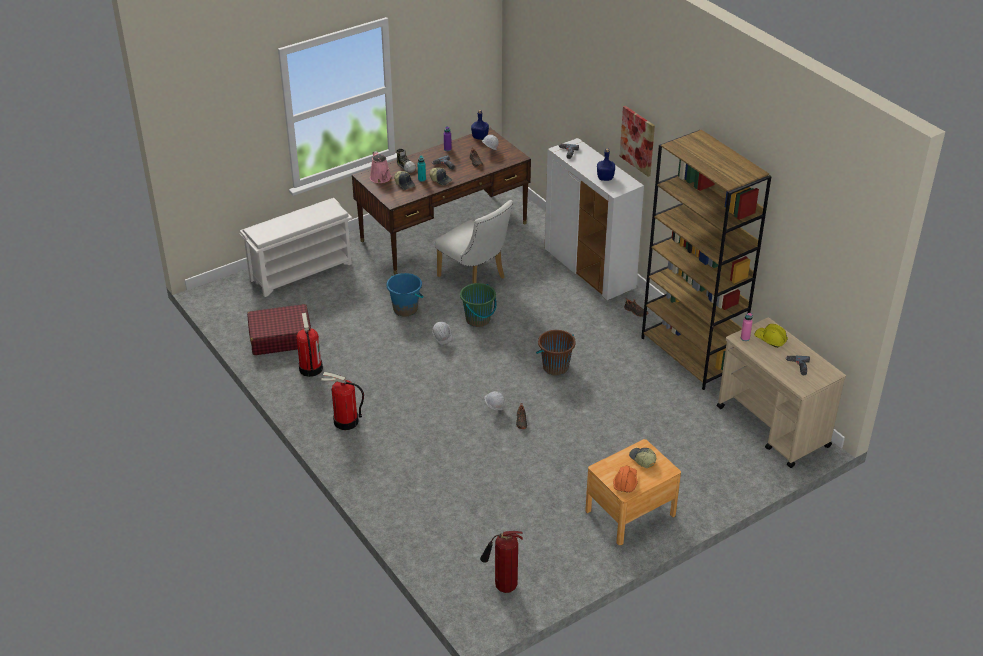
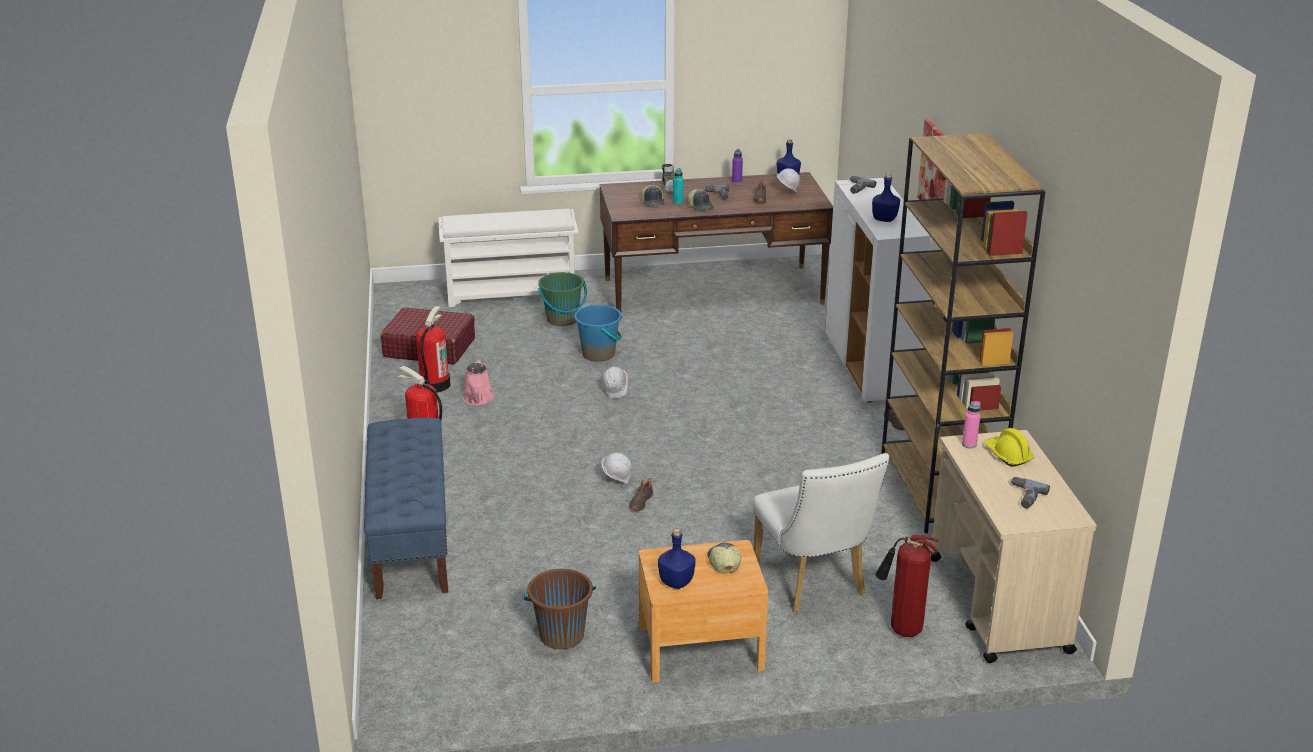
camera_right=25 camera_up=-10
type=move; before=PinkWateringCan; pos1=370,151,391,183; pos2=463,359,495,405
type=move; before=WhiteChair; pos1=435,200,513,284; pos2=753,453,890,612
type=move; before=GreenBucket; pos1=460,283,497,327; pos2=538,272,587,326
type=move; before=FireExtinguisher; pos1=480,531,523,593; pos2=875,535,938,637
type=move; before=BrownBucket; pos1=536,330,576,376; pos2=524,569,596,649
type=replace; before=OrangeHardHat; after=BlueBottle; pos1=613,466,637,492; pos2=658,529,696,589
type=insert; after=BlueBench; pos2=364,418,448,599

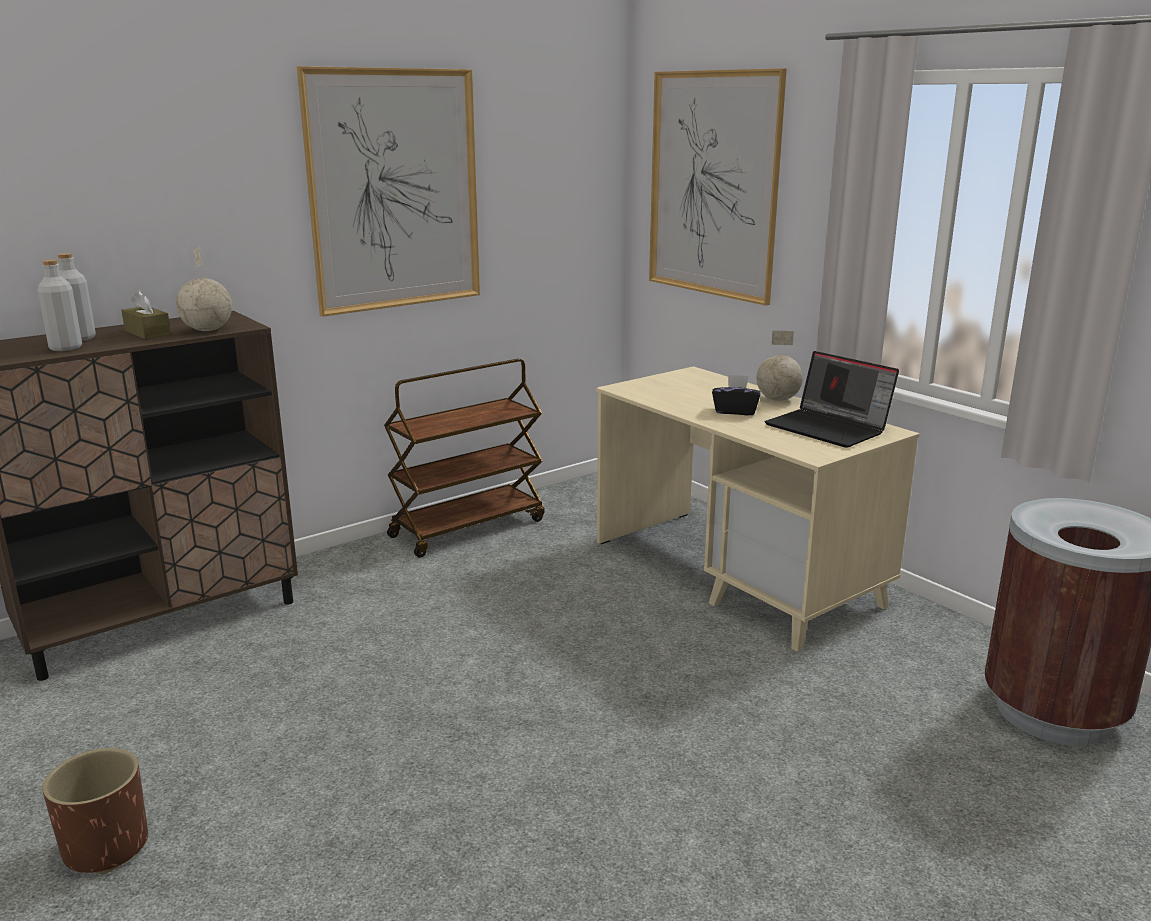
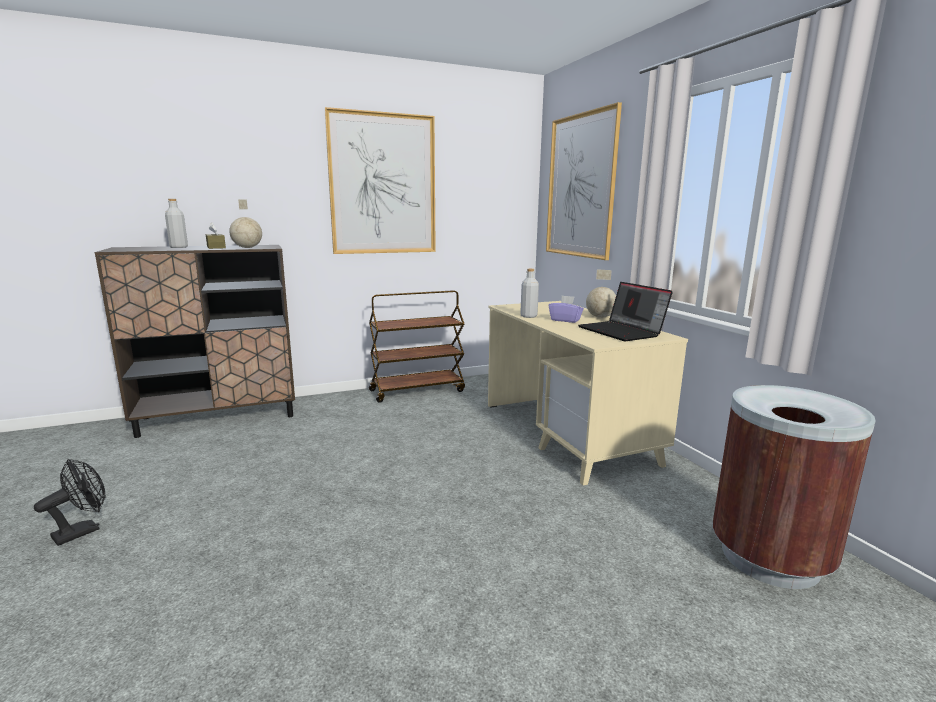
camera_right=15 camera_up=-5
type=move; before=GreyBottle; pos1=38,260,82,351; pos2=520,269,539,318
type=replace; before=BrownPlanter; after=BlackFan; pos1=42,748,148,874; pos2=34,459,106,546
type=recolor; before=BlackTissueBox; after=PurpleTissueBox; pos1=712,374,761,415; pos2=549,296,584,323

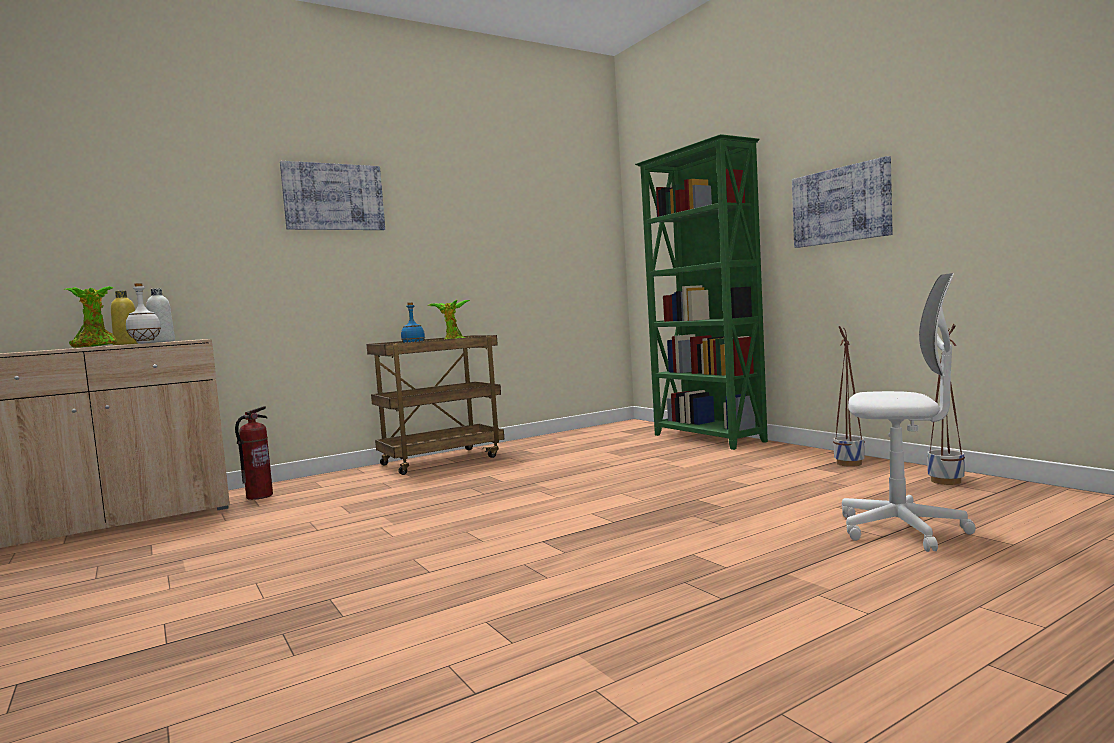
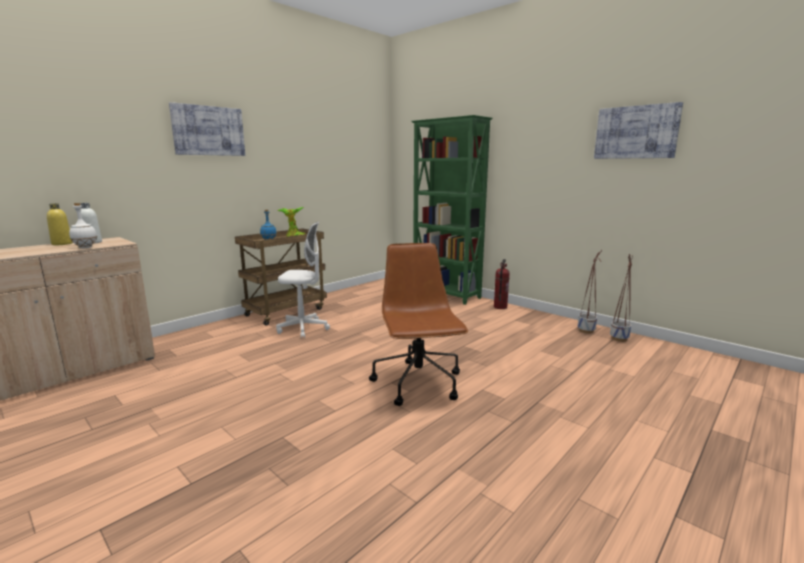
camera_right=-15 camera_up=10
type=delete; before=PottedPlant; pos1=65,286,117,348
type=move; before=FireExtinguisher; pos1=235,406,273,500; pos2=494,259,510,309
type=move; before=Picture; pos1=792,156,892,248; pos2=594,102,683,159
type=move; before=Planter; pos1=833,326,865,467; pos2=610,254,633,342
type=move; before=WhiteOfficeChair; pos1=842,273,976,552; pos2=276,222,330,338
type=insert; after=BrownOfficeChair; pos2=369,243,468,406

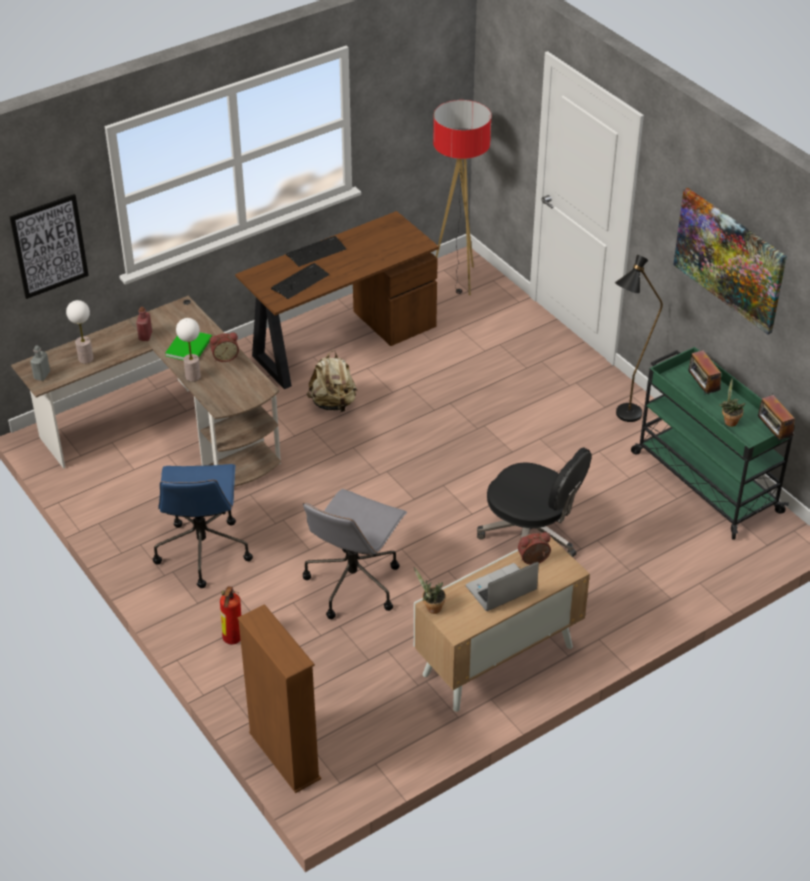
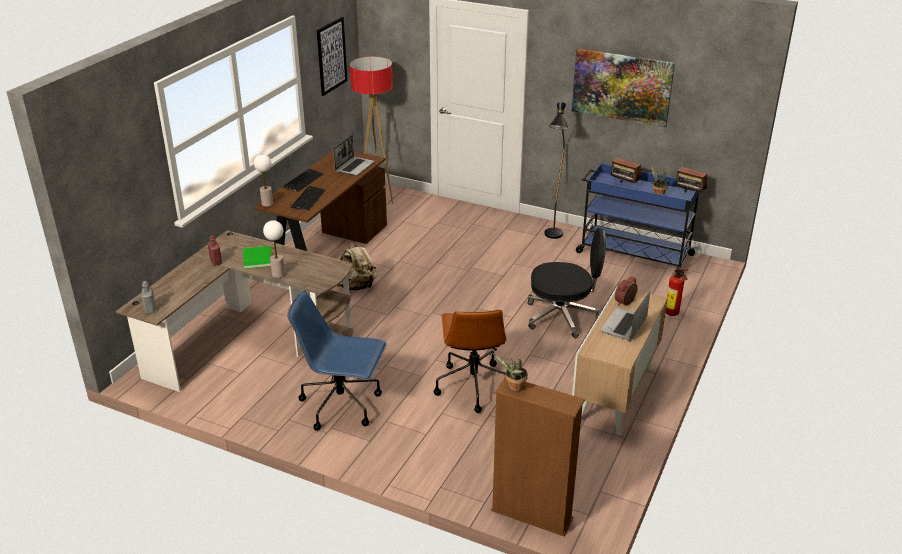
camera_right=-30 camera_up=-10
type=move; before=Picture; pos1=10,194,89,299; pos2=317,17,348,96
type=move; before=TableLamp; pos1=66,300,93,364; pos2=254,154,273,207
type=rotate; before=BlueOfficeChair; pos1=153,464,253,588; pos2=287,290,387,431; turn=135
type=delete; before=AlarmClock; pos1=210,332,239,362
type=move; before=FireExtinguisher; pos1=220,587,241,644; pos2=666,269,688,316
type=recolor; before=GreyOfficeChair; after=BrownOfficeChair; pos1=303,489,407,619; pos2=434,310,507,413
type=move; before=PottedPlant; pos1=414,567,446,614; pos2=492,353,528,392
type=recolor; before=GreenCart; after=BlueCart; pos1=631,347,795,540; pos2=576,163,699,277
type=insert; after=Laptop; pos2=333,135,375,176

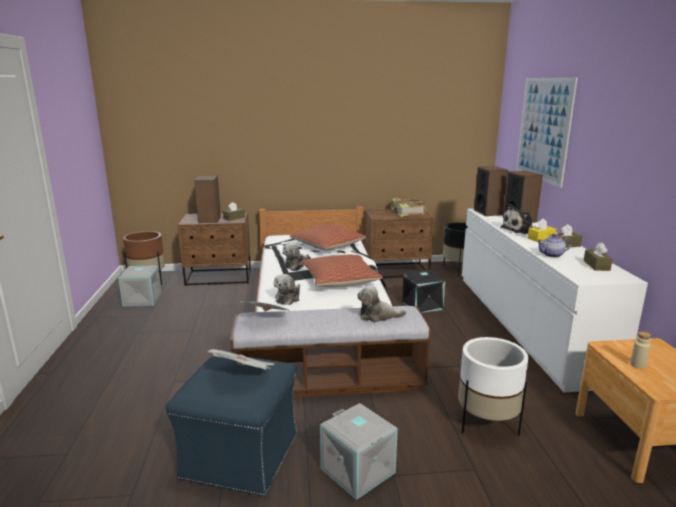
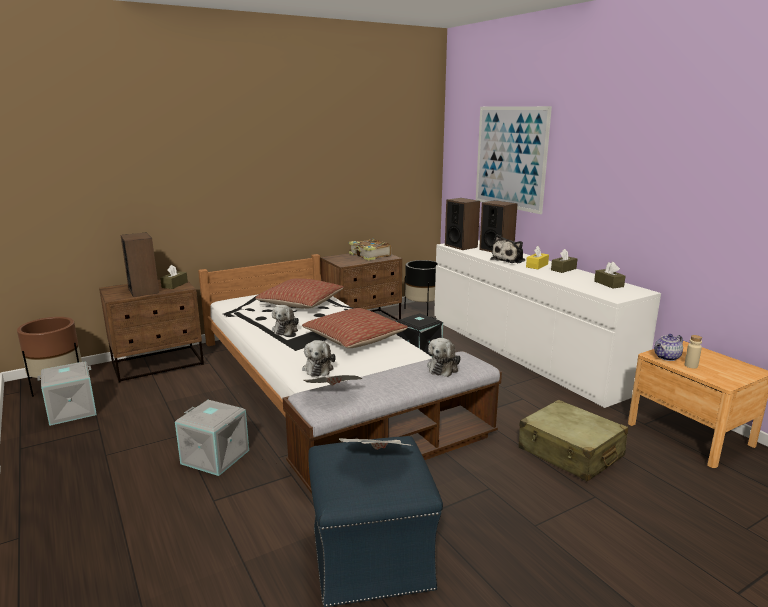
camera_right=-25 camera_up=0
type=move; before=GreyStorageBox; pos1=320,403,398,500; pos2=175,400,249,476
type=rotate; before=PlushToy; pos1=357,285,407,322; pos2=427,338,461,377; turn=-45
type=replace; before=WhitePlanter; after=BeigeSuitcase; pos1=458,337,528,435; pos2=519,400,628,481
type=move; before=Teapot; pos1=536,234,572,258; pos2=654,334,683,361

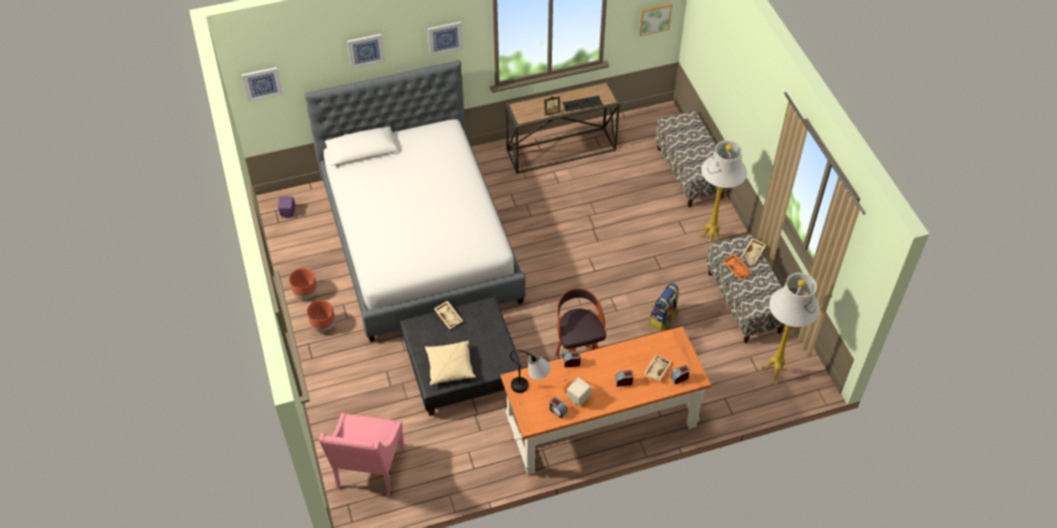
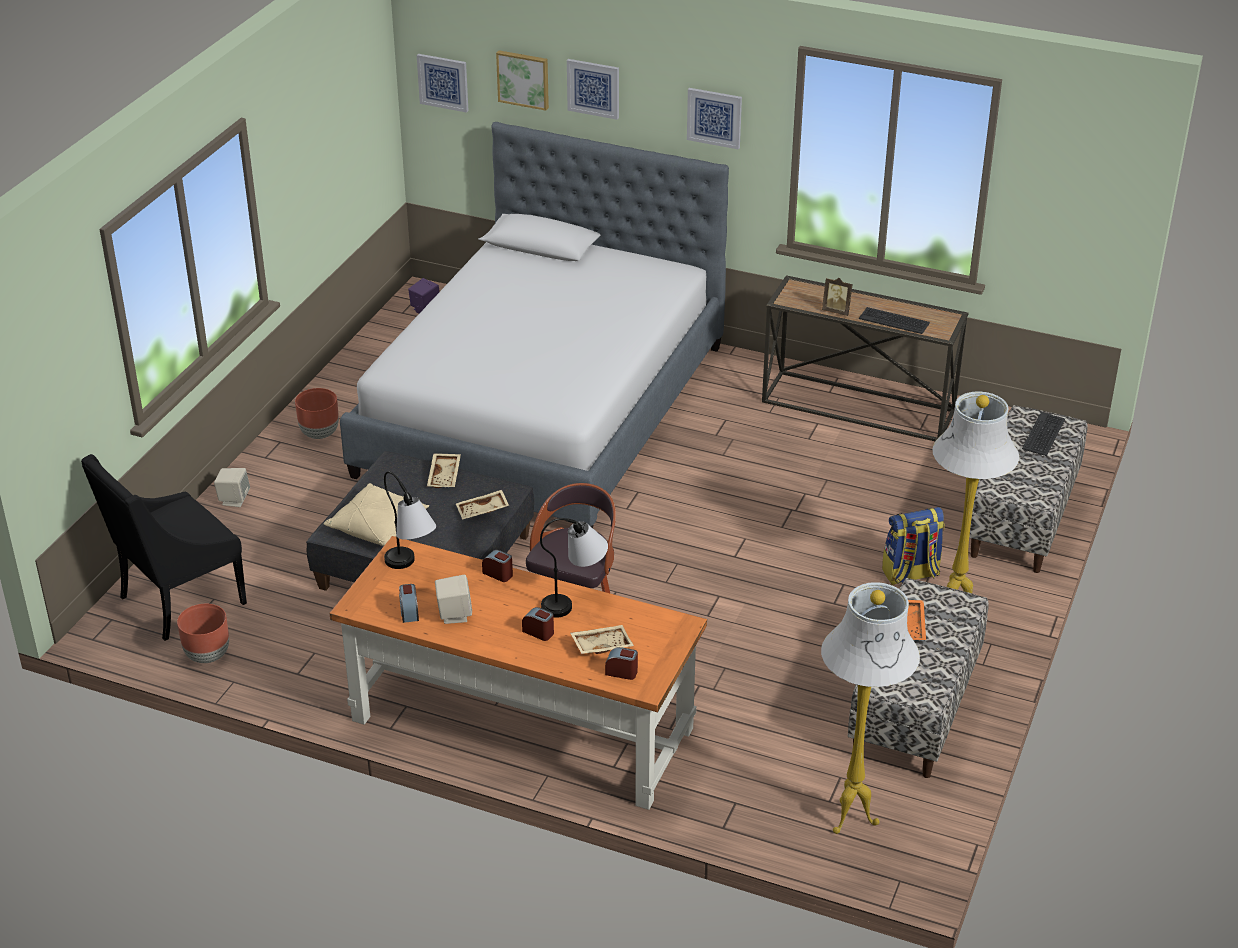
camera_right=40 camera_up=-15
type=move; before=BrownPlanter; pos1=289,268,317,300; pos2=177,604,229,663
type=recolor; before=PinkArmchair; after=BlackArmchair; pos1=319,413,404,497; pos2=81,454,247,641
type=move; before=Picture; pos1=639,3,672,36; pos2=496,50,549,111
type=move; before=Backpack; pos1=649,283,680,332; pos2=882,507,945,585
type=move; before=BeigeTray; pos1=740,238,767,264; pos2=456,490,509,520
type=insert; after=BeigeSpeaker; pos2=214,468,250,507
type=insert; after=TableLamp; pos2=540,518,608,618
type=insert; after=Keyboard; pos2=1022,412,1065,456

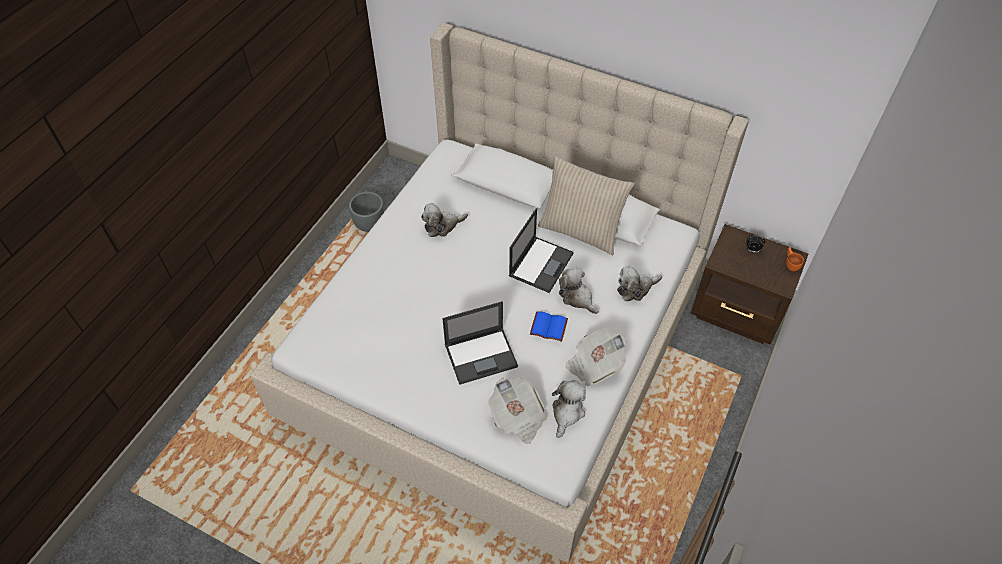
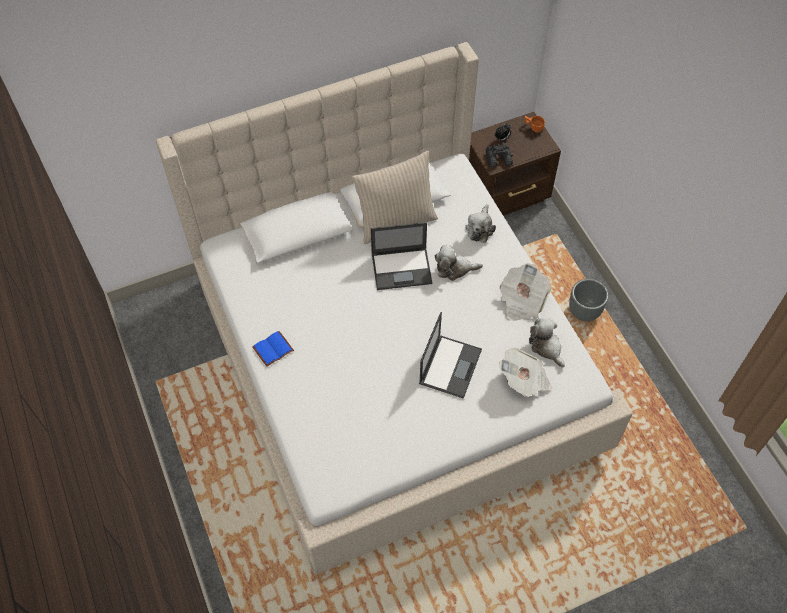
camera_right=-50 camera_up=5
type=move; before=GreyPlanter; pos1=349,192,384,232; pos2=569,279,608,321
type=delete; before=PlushToy; pos1=421,203,468,237
type=rotate; before=Laptop; pos1=509,208,574,293; pos2=371,222,432,290; turn=105
type=move; before=BlueBook; pos1=530,311,568,342; pos2=252,331,294,367
type=insert; after=BlackBinoculars; pos2=486,142,513,168

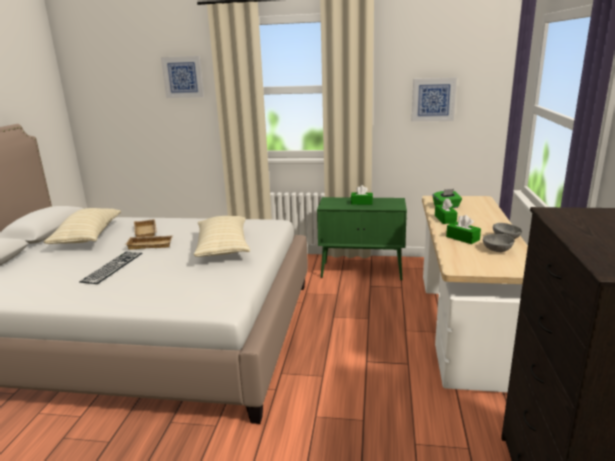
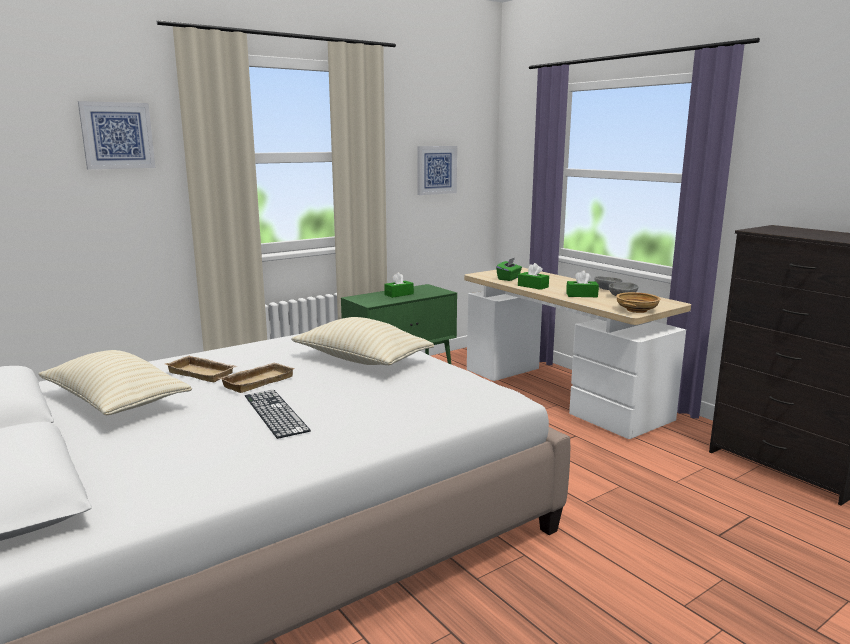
camera_right=-45 camera_up=-5
type=insert; after=BeigeBowl; pos2=616,292,660,313

